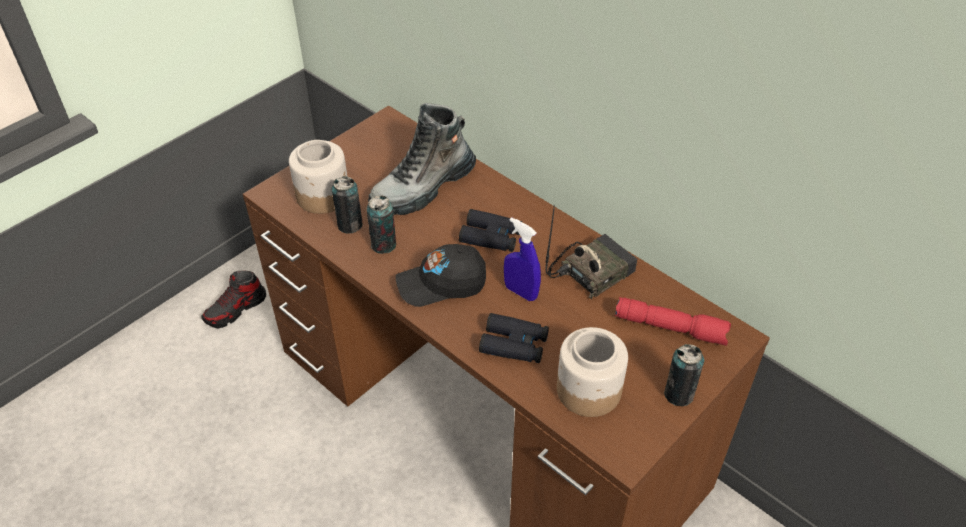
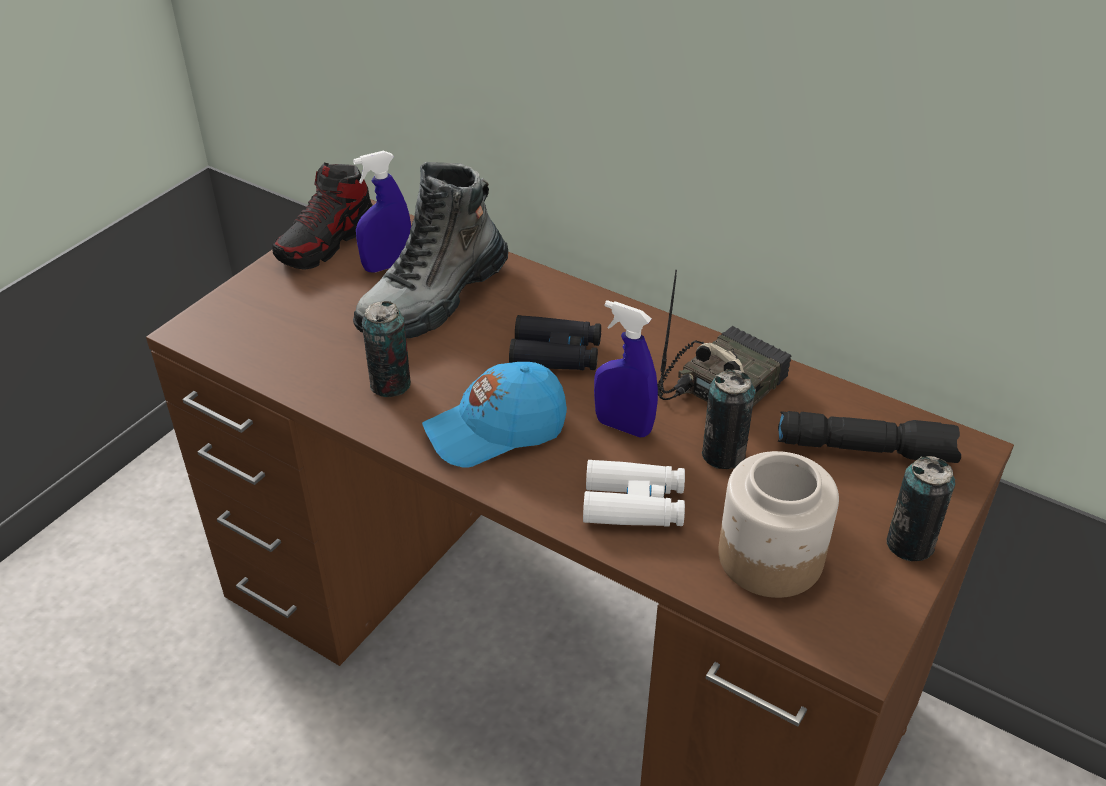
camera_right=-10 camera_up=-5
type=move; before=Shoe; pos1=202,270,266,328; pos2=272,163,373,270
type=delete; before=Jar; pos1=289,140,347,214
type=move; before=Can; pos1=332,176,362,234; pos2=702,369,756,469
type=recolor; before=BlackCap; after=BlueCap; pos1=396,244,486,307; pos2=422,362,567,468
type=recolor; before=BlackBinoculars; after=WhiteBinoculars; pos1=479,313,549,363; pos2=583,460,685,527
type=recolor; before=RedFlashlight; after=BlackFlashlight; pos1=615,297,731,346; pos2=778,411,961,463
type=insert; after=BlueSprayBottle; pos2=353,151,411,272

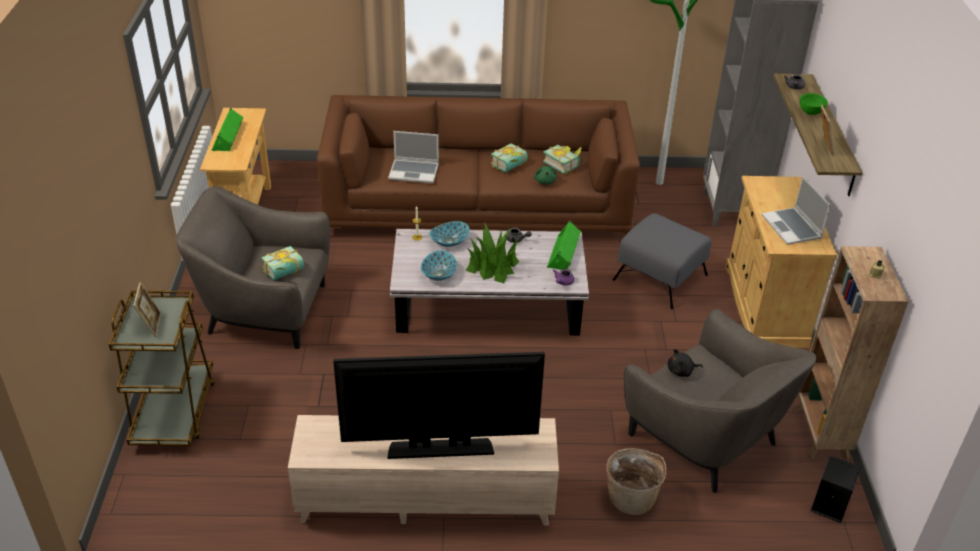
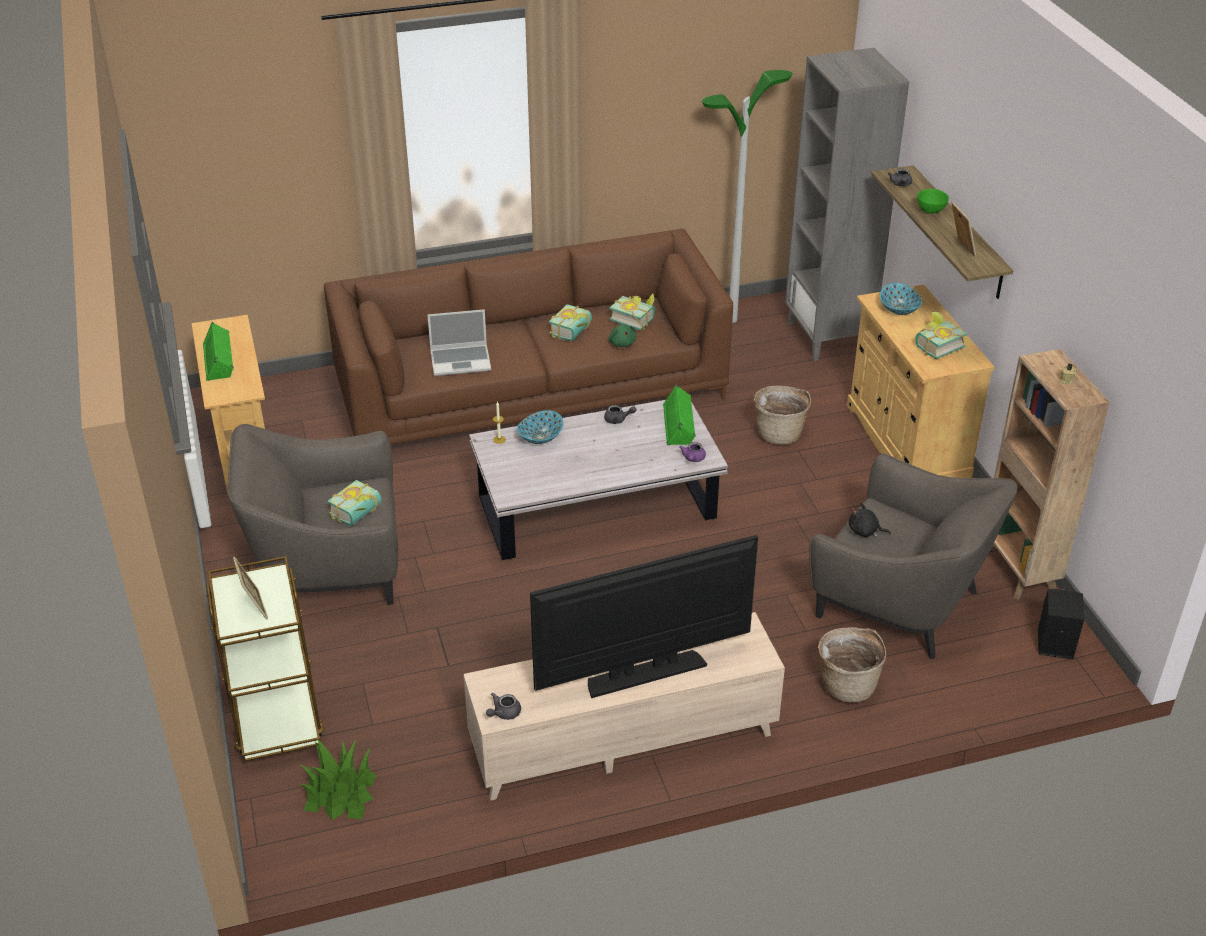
camera_right=-15 camera_up=0
type=move; before=Bowl; pos1=421,250,457,281; pos2=880,283,922,315
type=move; before=PottedPlant; pos1=466,222,519,283; pos2=299,739,376,820
type=replace; before=GreyOttoman; after=Basket; pos1=613,213,712,309; pos2=754,386,811,445
type=rotate; before=BlackPlushToy; pos1=668,349,703,377; pos2=849,503,891,537; turn=45
type=replace; before=Laptop; after=Book; pos1=761,176,831,245; pos2=915,312,967,359
type=insert; after=GreyTeapot; pos2=486,693,521,720

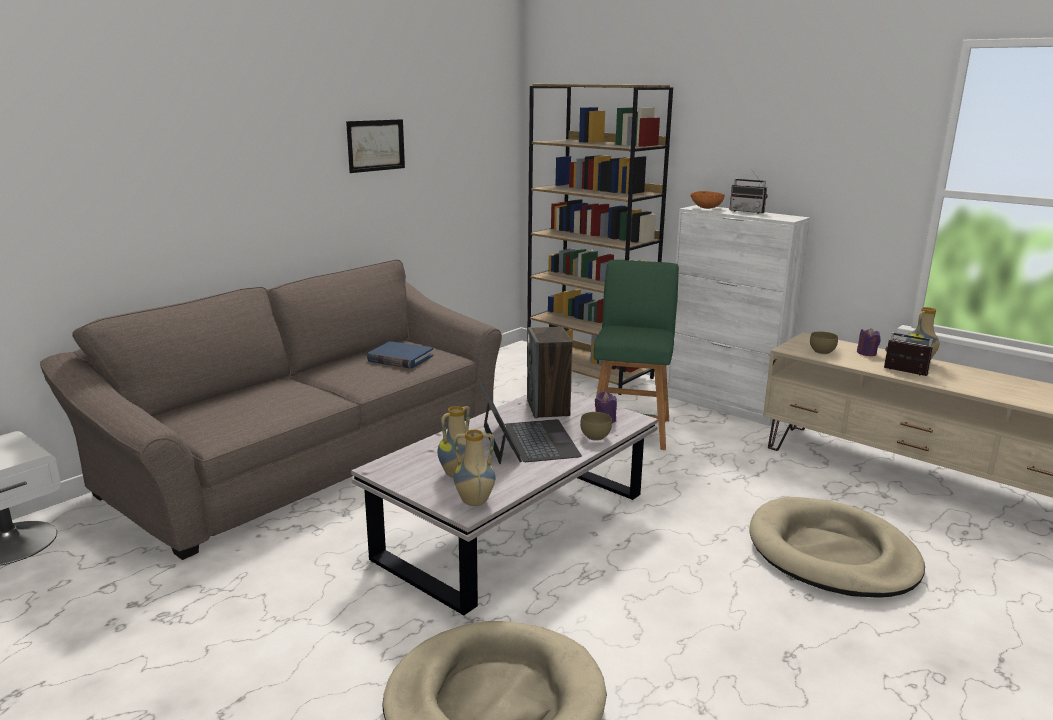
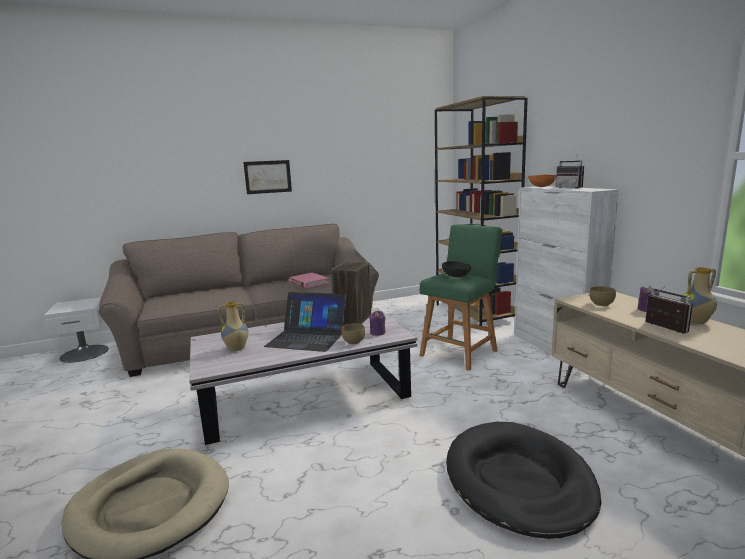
camera_right=30 camera_up=-5
type=move; before=Picture; pos1=346,119,405,173; pos2=243,160,292,194
type=recolor; before=BlueBook; after=PinkBook; pos1=367,341,433,369; pos2=289,273,329,288
type=delete; before=Vase; pos1=454,429,495,506
type=rotate; before=Laptop; pos1=478,379,582,464; pos2=264,292,346,352; turn=90
type=recolor; before=BeigeDogBed; after=BlackDogBed; pos1=750,497,925,598; pos2=446,422,602,539
type=insert; after=BlackBowl; pos2=442,261,472,277

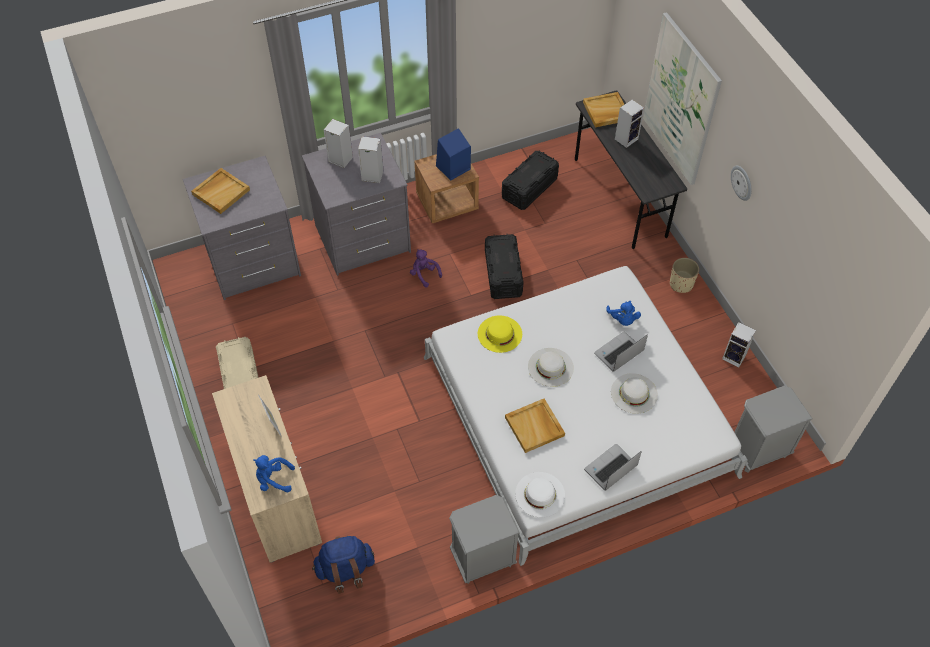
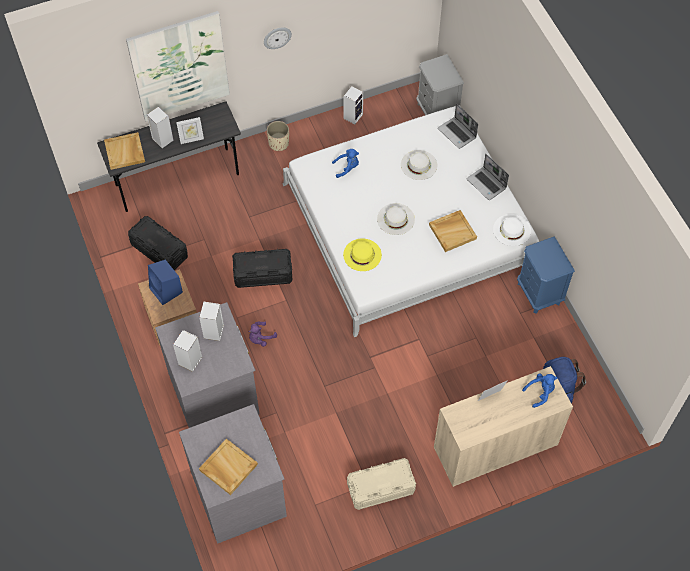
camera_right=-90 camera_up=5
type=rotate; before=BluePlushToy; pos1=253,455,295,492; pos2=522,373,557,408; turn=-120
type=recolor; before=GreyNightstand; after=BlueNightstand; pos1=449,495,520,584; pos2=517,237,575,314
type=move; before=Laptop; pos1=594,332,648,371; pos2=438,103,478,149
type=insert; after=PictureFrame; pos2=176,117,204,144

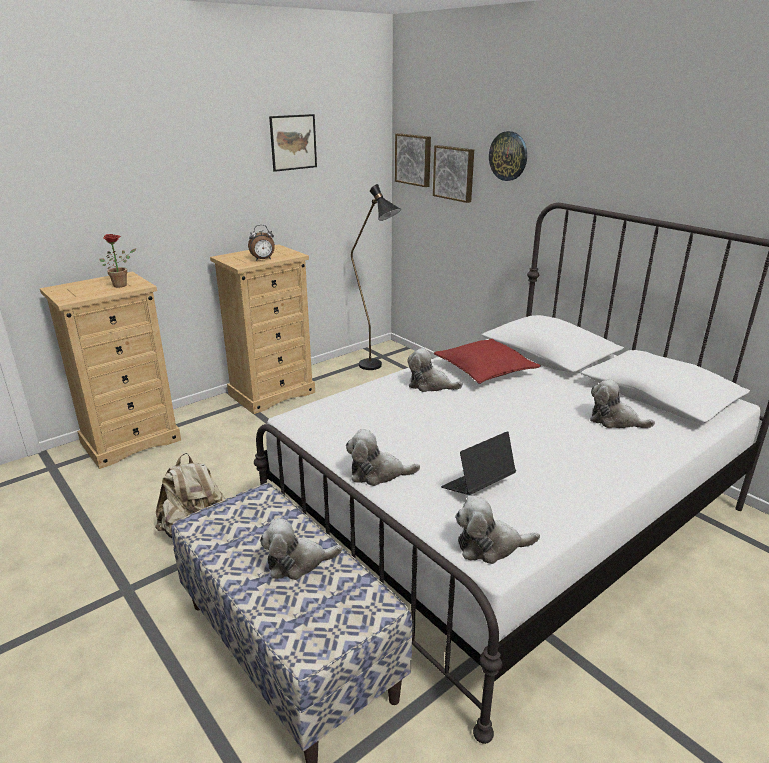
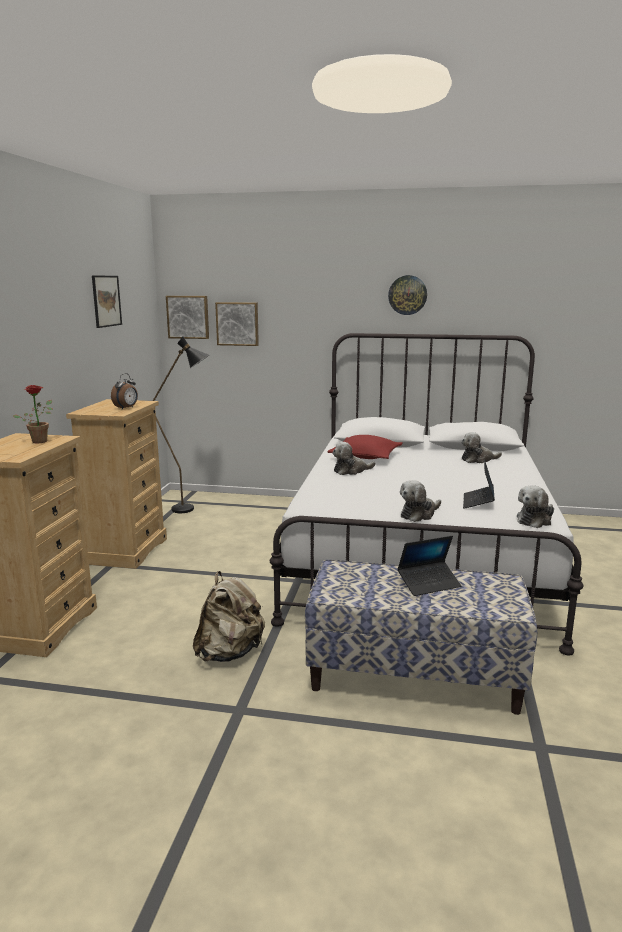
camera_right=-40 camera_up=-10
type=replace; before=PlushToy; after=Laptop; pos1=260,518,342,580; pos2=397,536,461,596
type=move; before=WallClock; pos1=489,131,527,181; pos2=388,275,427,315

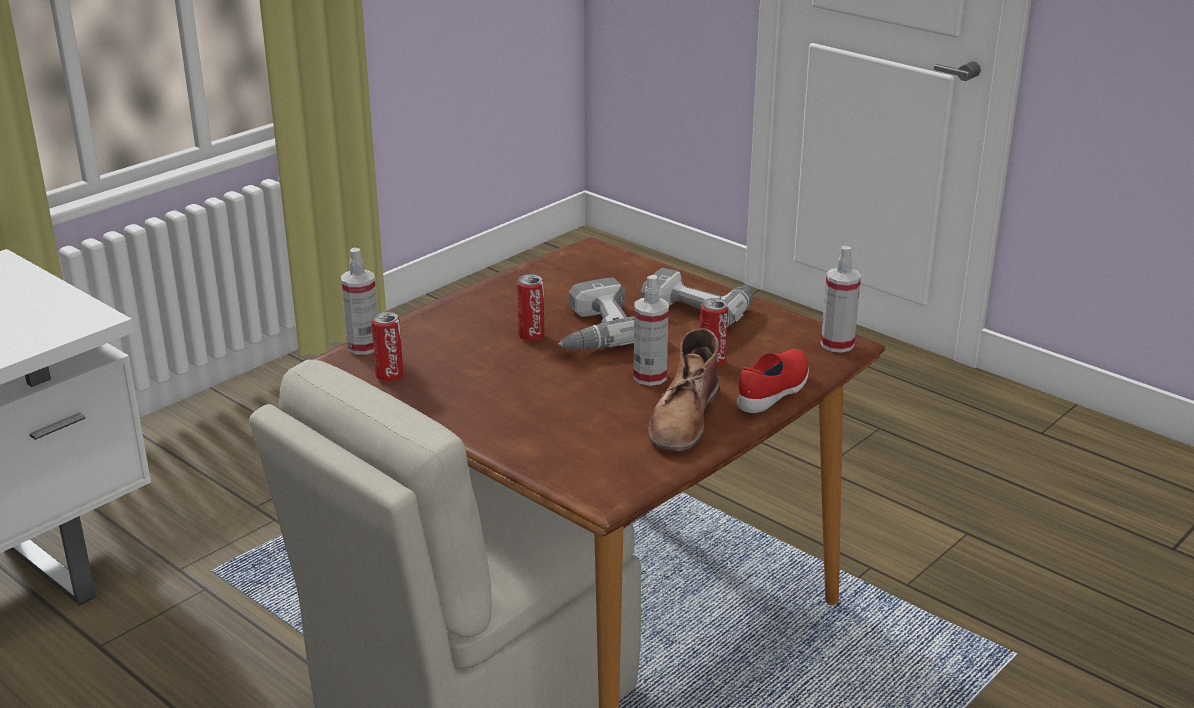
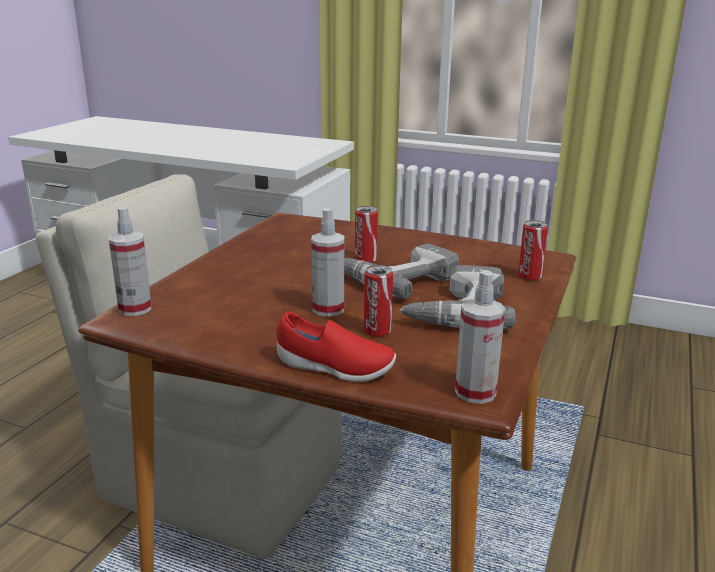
camera_right=70 camera_up=-5
type=move; before=SprayBottle; pos1=341,247,377,355; pos2=109,207,152,316
type=move; before=Can; pos1=371,311,403,382; pos2=518,220,548,281
type=delete; before=BrownBoot; pos1=648,328,720,452

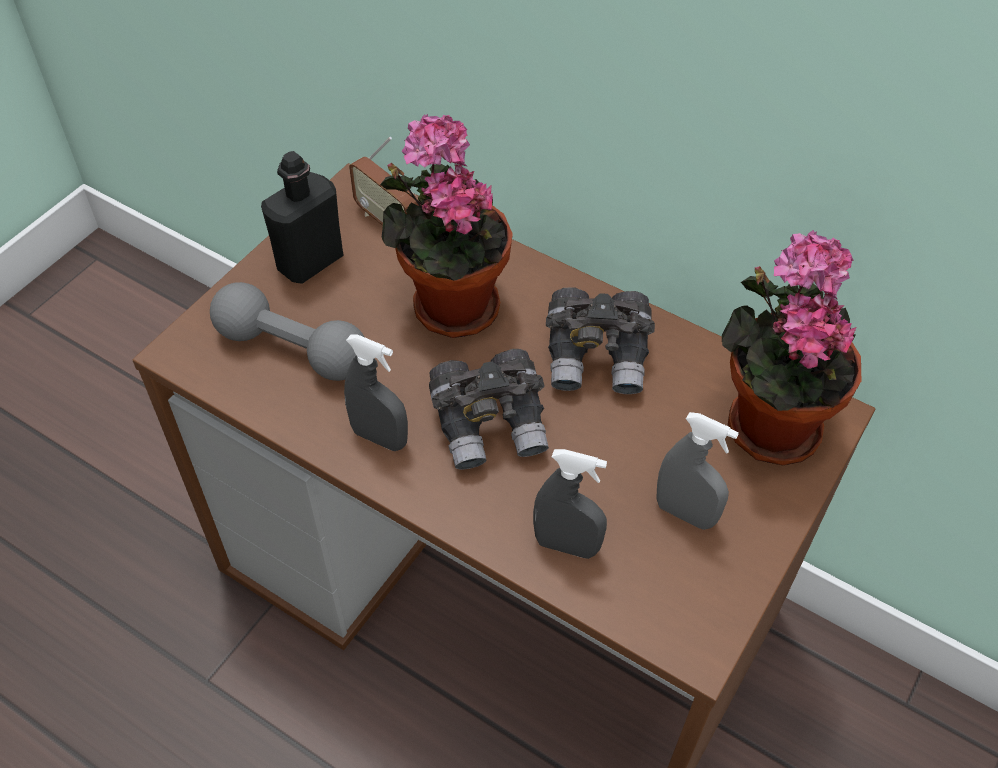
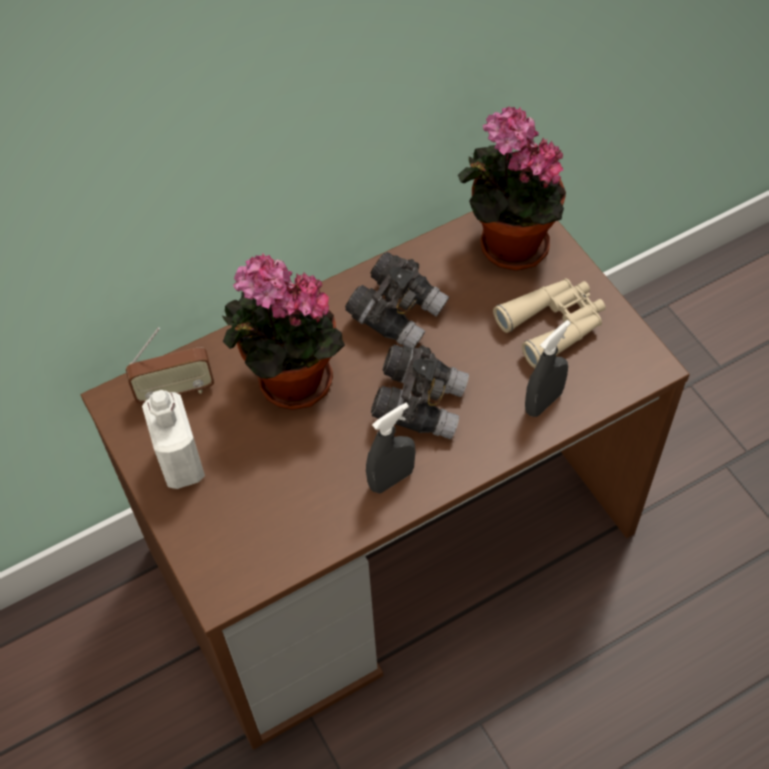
camera_right=-60 camera_up=5
type=delete; before=GreyDumbbell; pos1=210,282,364,381
type=recolor; before=BlackBottle; after=WhiteBottle; pos1=261,151,344,284; pos2=142,390,205,489
type=replace; before=GreySprayBottle; after=BeigeBinoculars; pos1=656,412,739,530; pos2=493,278,606,368

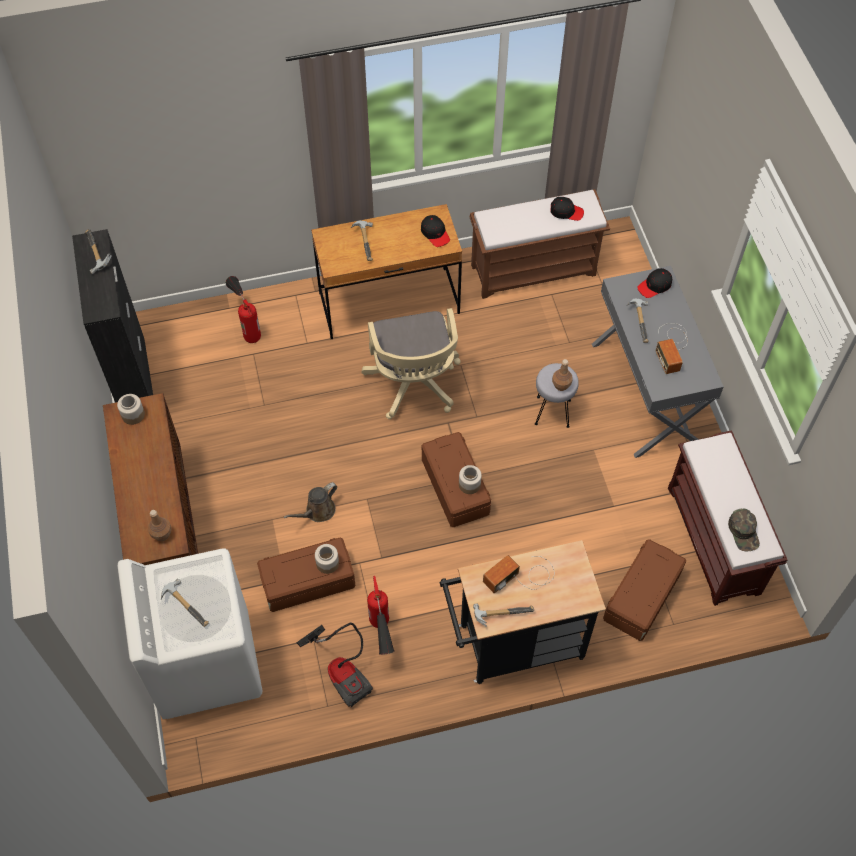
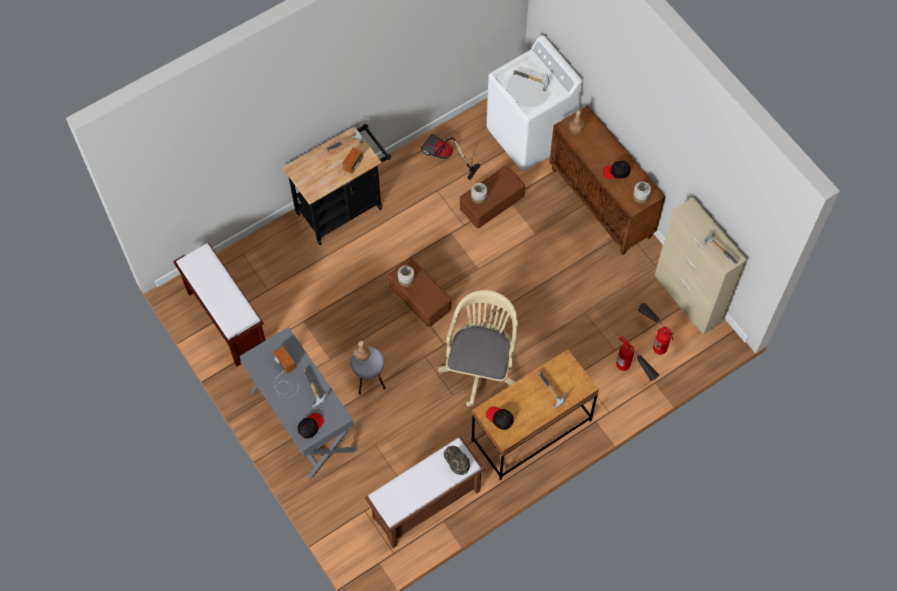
camera_right=160 camera_up=5
type=recolor; before=BlackCabinet; after=BeigeCabinet; pos1=72,229,153,403; pos2=655,197,747,335
type=delete; before=BrownWateringCan; pos1=284,482,337,522
type=rotate; before=BeigeOfficeChair; pos1=361,308,461,419; pos2=438,290,518,407; turn=45
type=move; before=FireExtinguisher; pos1=367,576,395,655; pos2=638,303,674,355
type=move; before=BlackCap; pos1=551,197,584,221; pos2=603,160,630,179
type=delete; before=BrownStorageBox; pos1=603,539,686,641
type=move; before=GreenCap; pos1=728,509,760,551; pos2=444,446,470,475

